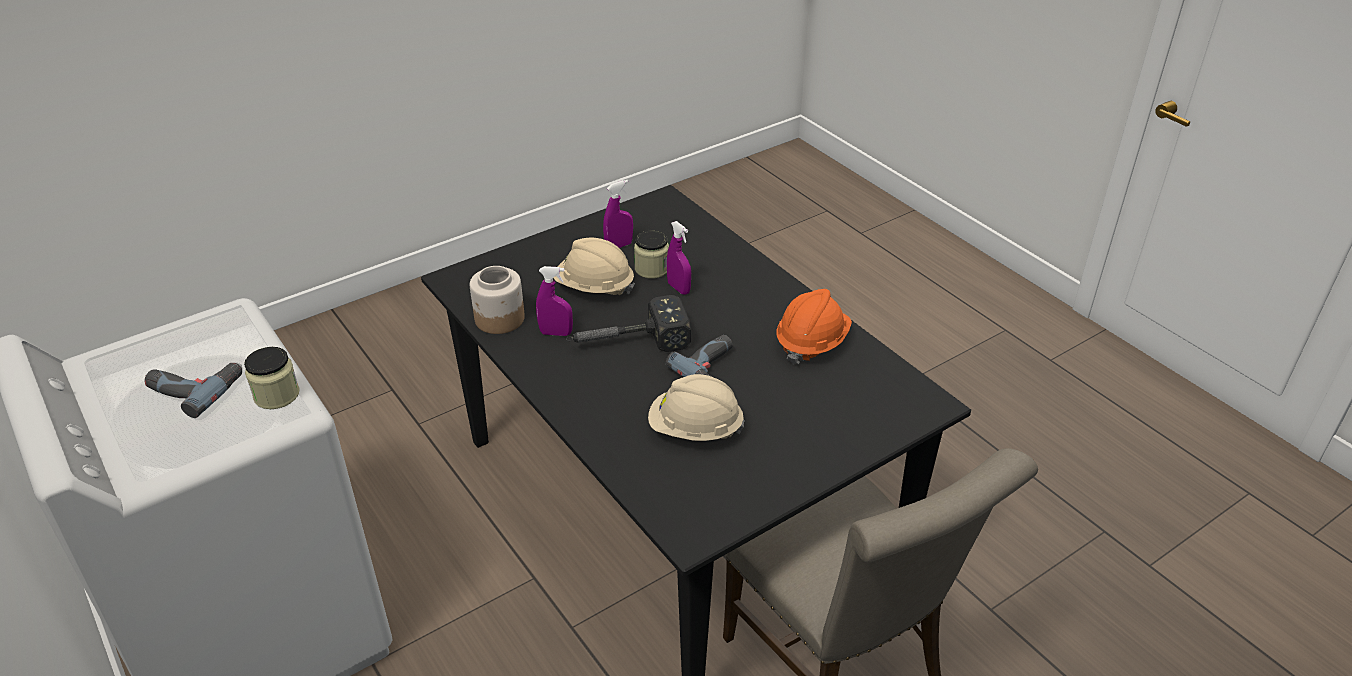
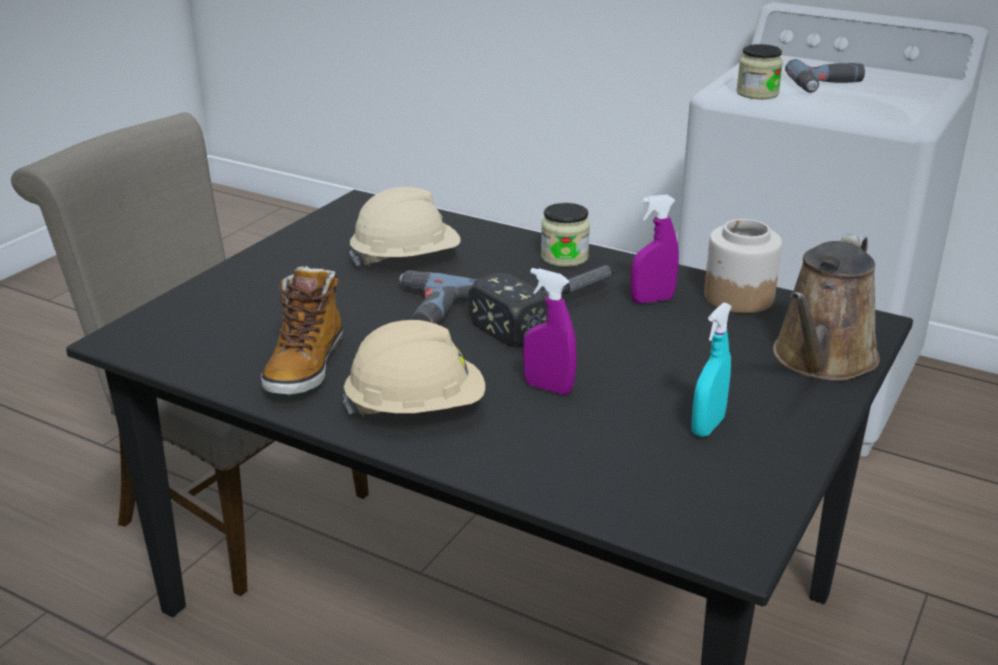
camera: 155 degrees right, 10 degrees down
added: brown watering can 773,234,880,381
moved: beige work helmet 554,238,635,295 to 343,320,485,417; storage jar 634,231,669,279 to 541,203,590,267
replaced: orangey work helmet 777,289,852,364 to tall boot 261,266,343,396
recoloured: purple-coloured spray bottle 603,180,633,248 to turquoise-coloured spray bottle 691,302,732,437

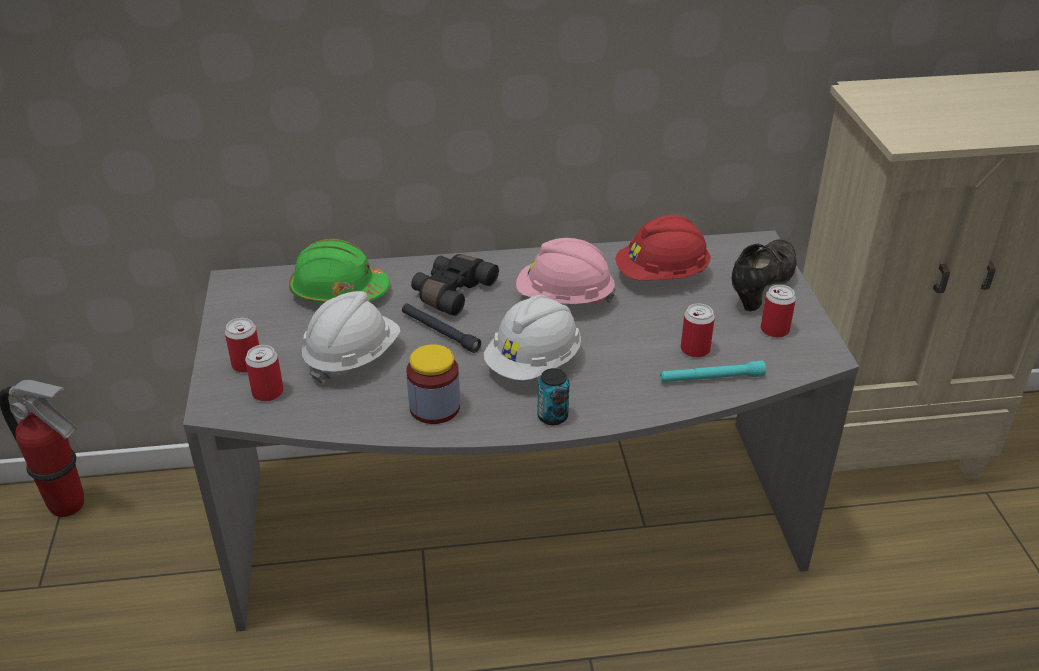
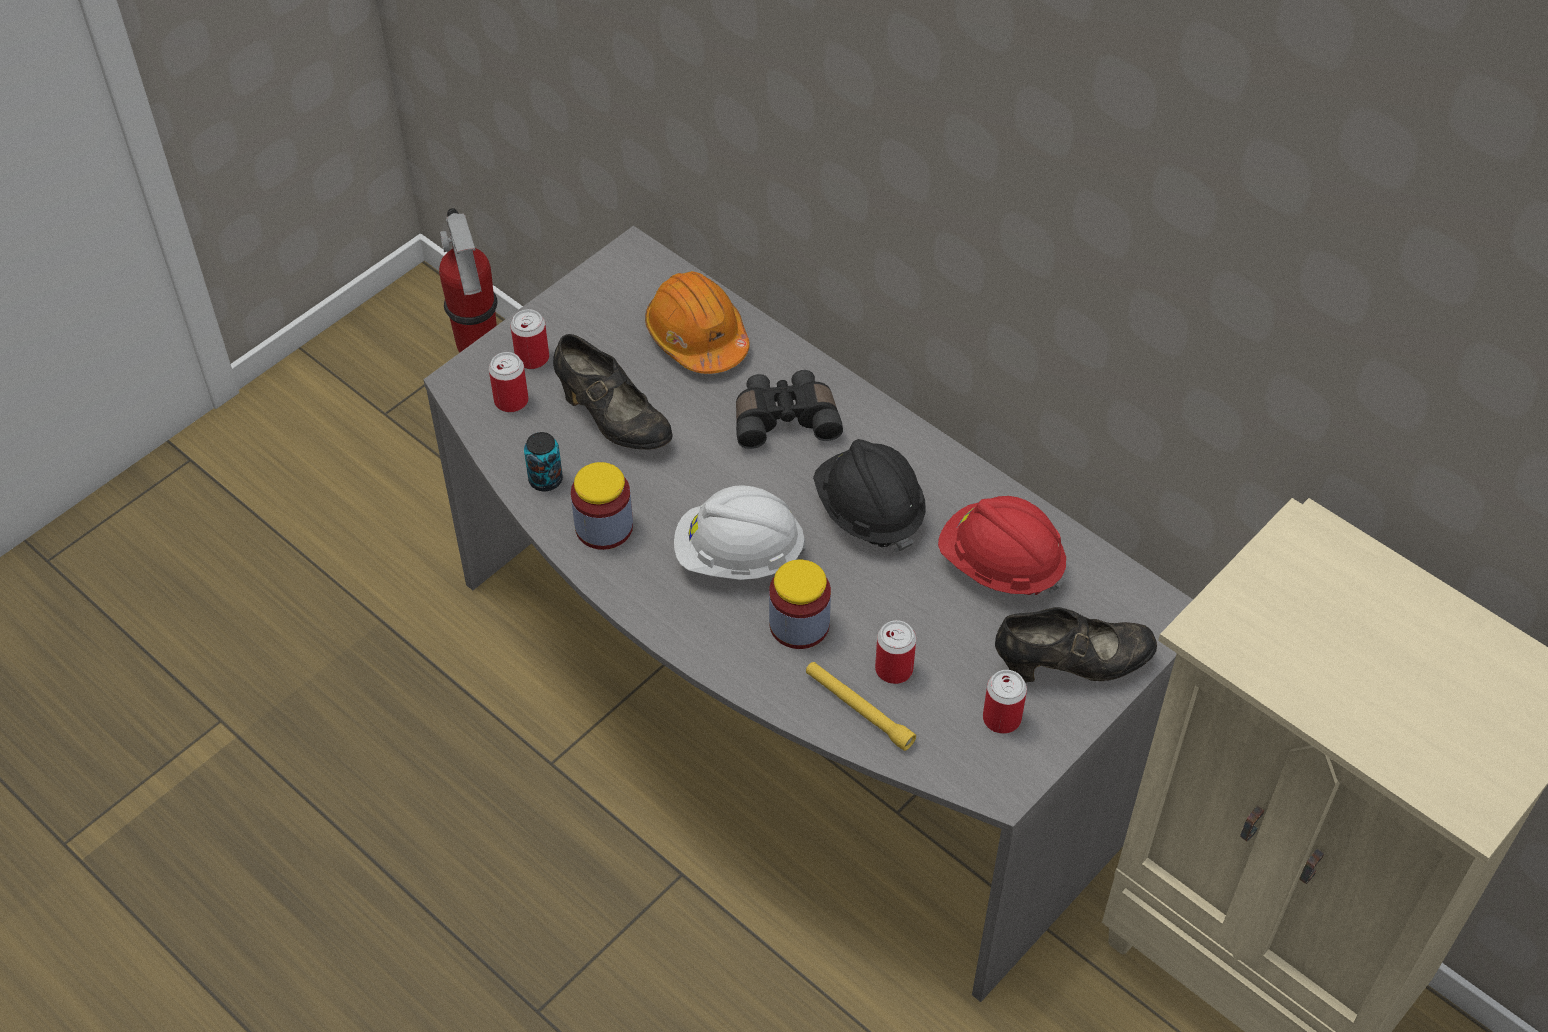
camera: 50 degrees right, 15 degrees up
removed: black-coloured flashlight 402,303,481,353
added: storage jar 769,560,831,649
moved: can 537,368,569,425 to 524,432,563,491
replaced: white-coloured work helmet 302,291,400,384 to black-coloured low shoe 553,334,672,450
recoloured: green-coloured work helmet 289,239,390,303 to orangey work helmet 645,271,750,374; pinkish work helmet 516,238,616,305 to black-coloured work helmet 813,439,926,552; turquoise-coloured flashlight 660,361,766,382 to yellow-coloured flashlight 806,662,916,751

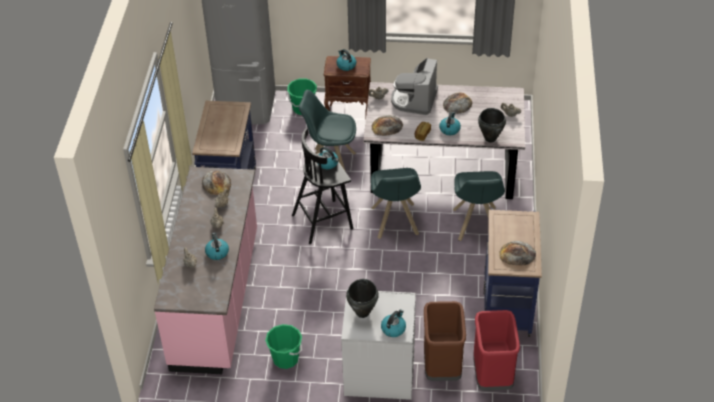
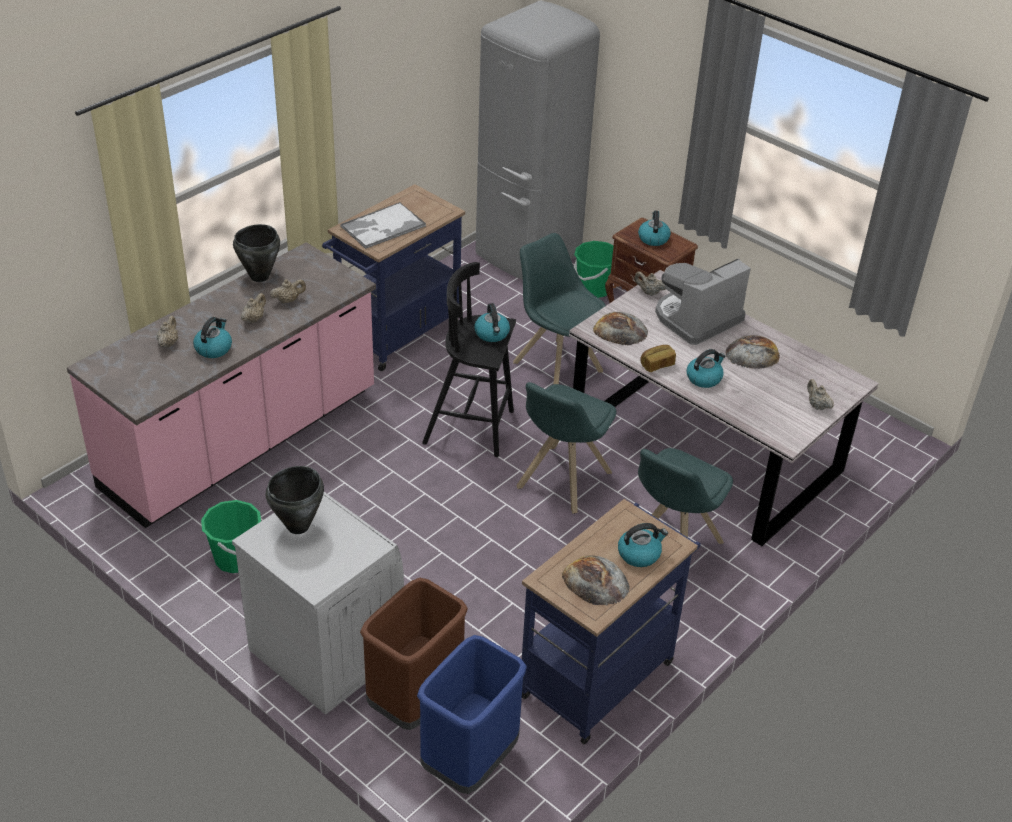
camera: 35 degrees right, 5 degrees down
removed: baked bread 202,171,231,195
added: tray 341,202,426,249
moved: water kettle 381,309,406,337 to 618,523,668,567; black-coloured cooking pot 478,108,506,143 to 233,224,280,282
recoloured: red trash can 473,310,520,391 to blue-coloured trash can 417,635,527,794

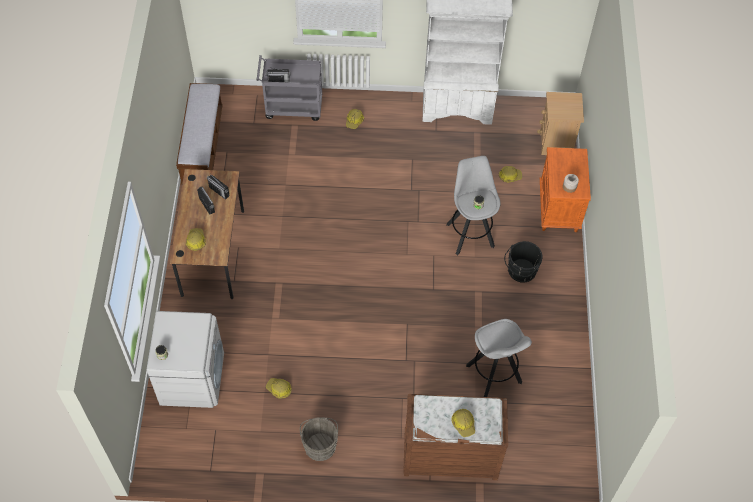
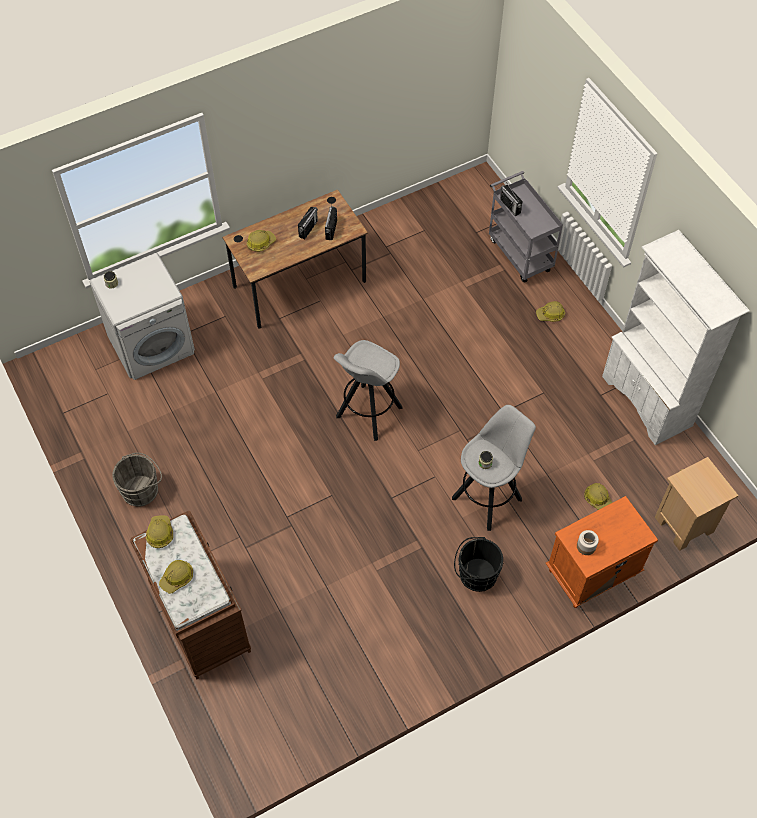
camera: 60 degrees right, 0 degrees up
removed: bench 176,83,223,184
moved: work helmet 266,378,292,399 to 146,515,173,548; gray stool 466,319,532,397 to 334,340,403,441

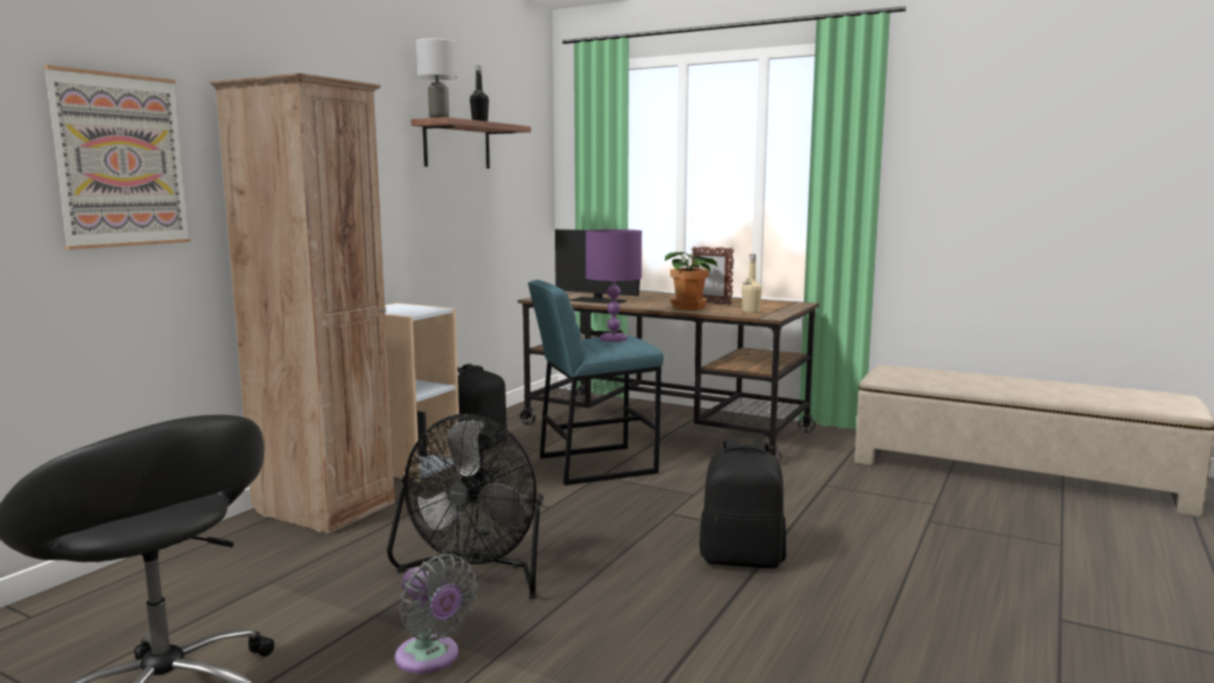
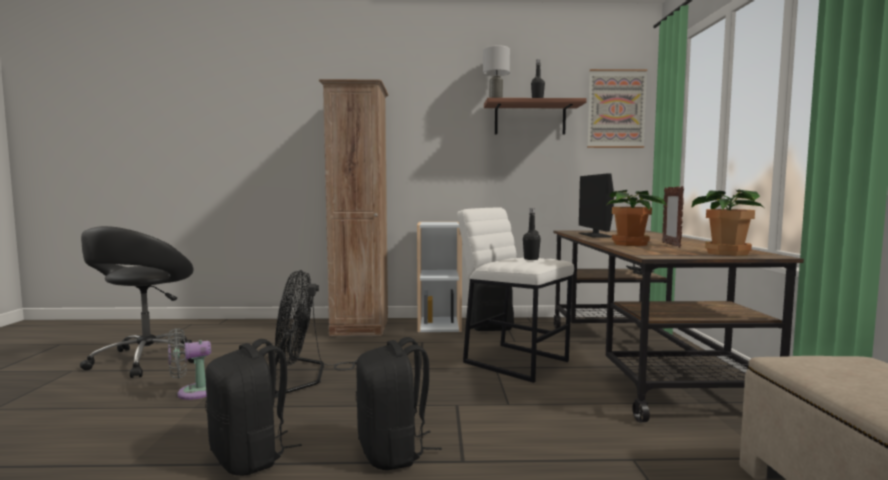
camera: 60 degrees right, 5 degrees down
removed: beige drink bottle 742,254,762,313
added: black-coloured backpack 205,339,302,476; plant in a pot 691,190,764,256
moved: picture 43,65,191,250 to 587,69,647,148
replaced: purple-coloured tabletop lamp 586,229,642,342 to black-coloured drink bottle 523,208,541,260
recoloured: blue-coloured stool 528,280,664,485 to white-coloured stool 457,207,574,383
turned: gray fan 395,554,478,673 = 168,328,211,400 45 degrees clockwise

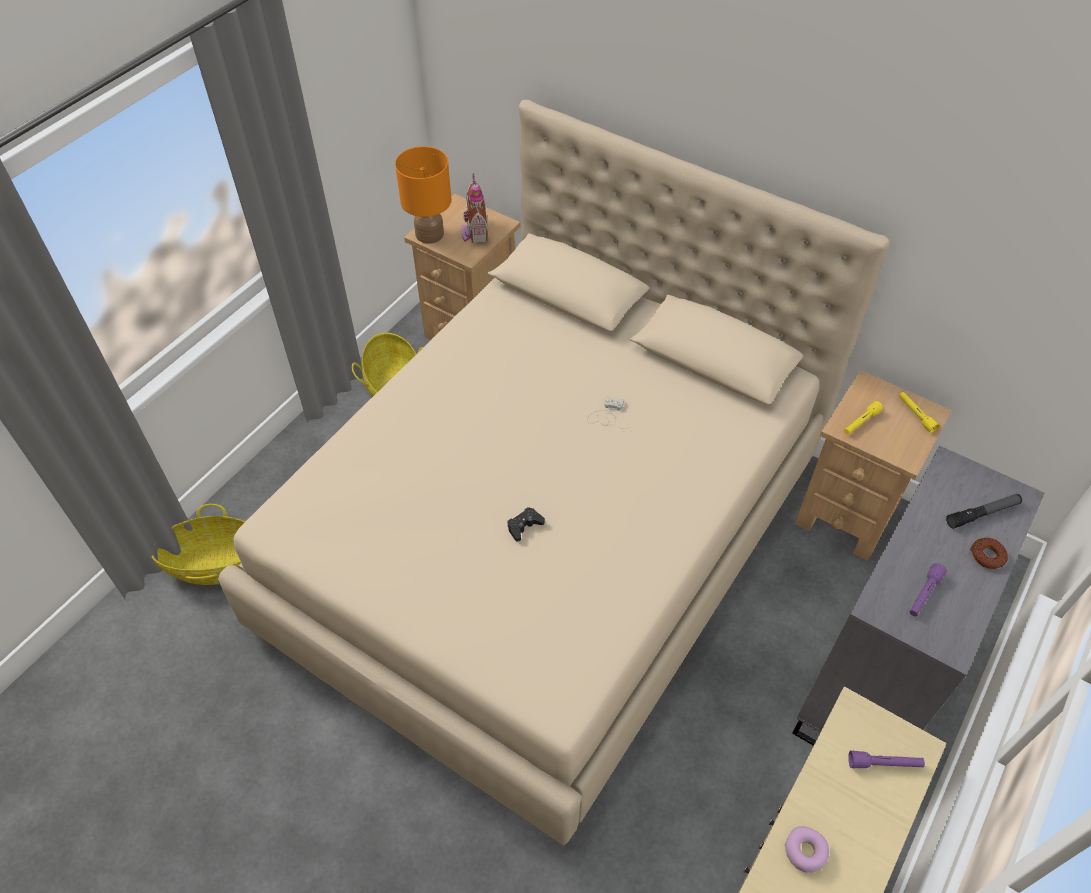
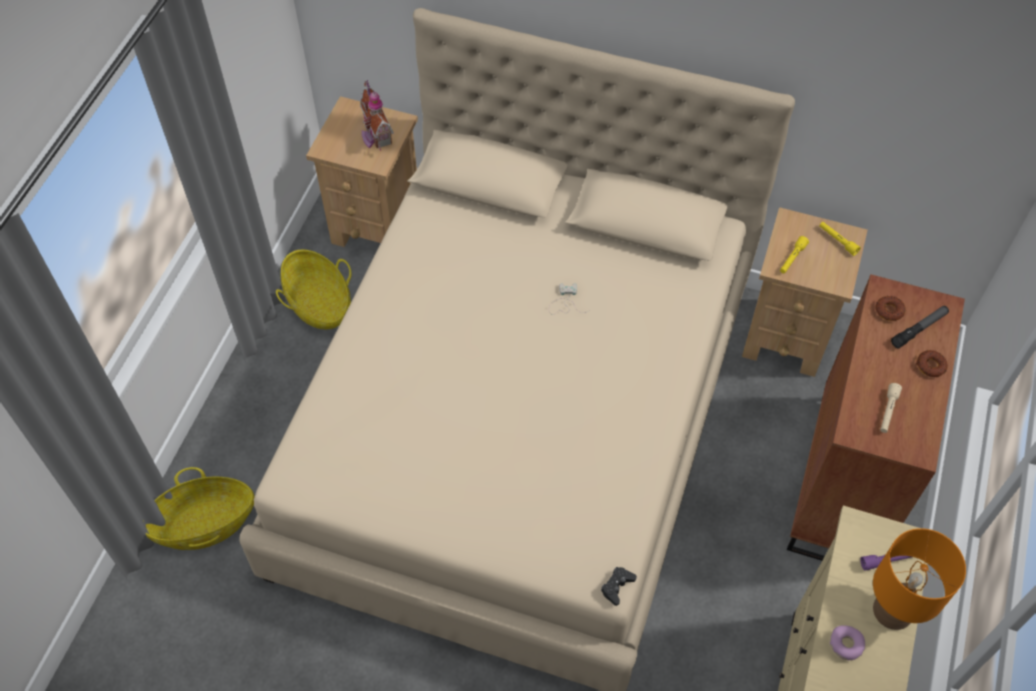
camera: 15 degrees left, 5 degrees up
added: ring doughnut 875,296,906,321
moved: orangey tabletop lamp 395,146,452,244 to 873,528,966,630; black-coloured game controller 508,507,545,542 to 601,567,637,606
recoloured: gray dresser 792,446,1045,746 to brown dresser 787,274,965,561; purple-coloured flashlight 910,563,947,616 to beige flashlight 880,383,902,433

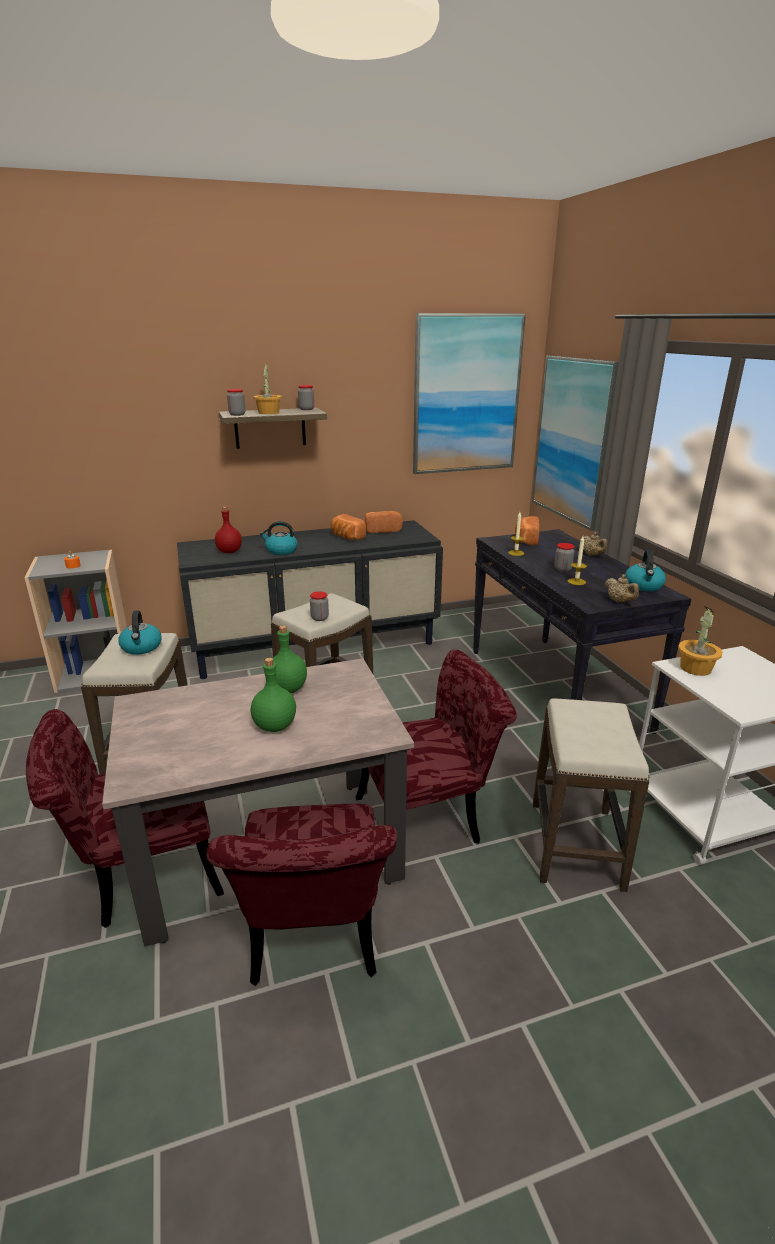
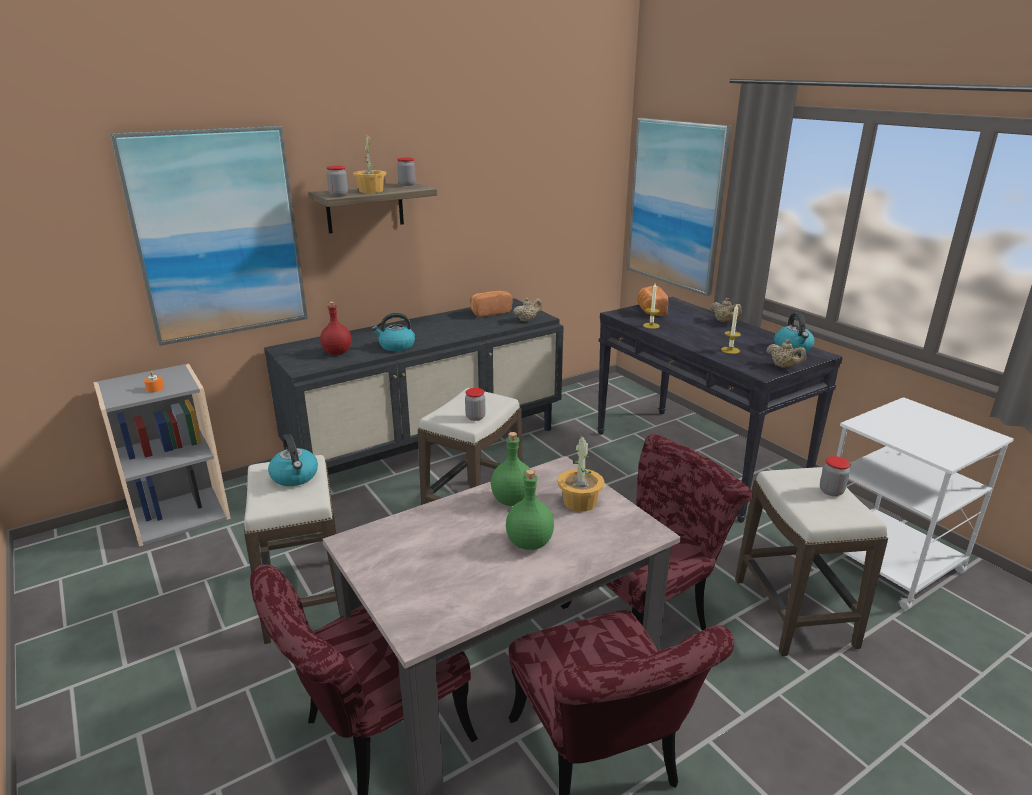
camera: 15 degrees left, 0 degrees up
removed: baked bread 331,514,366,540
added: beige teapot 513,298,542,322
moved: picture 413,313,526,474 to 110,125,308,346; storage jar 554,543,574,572 to 820,456,850,496; plant in a pot 678,606,723,676 to 558,433,605,512

